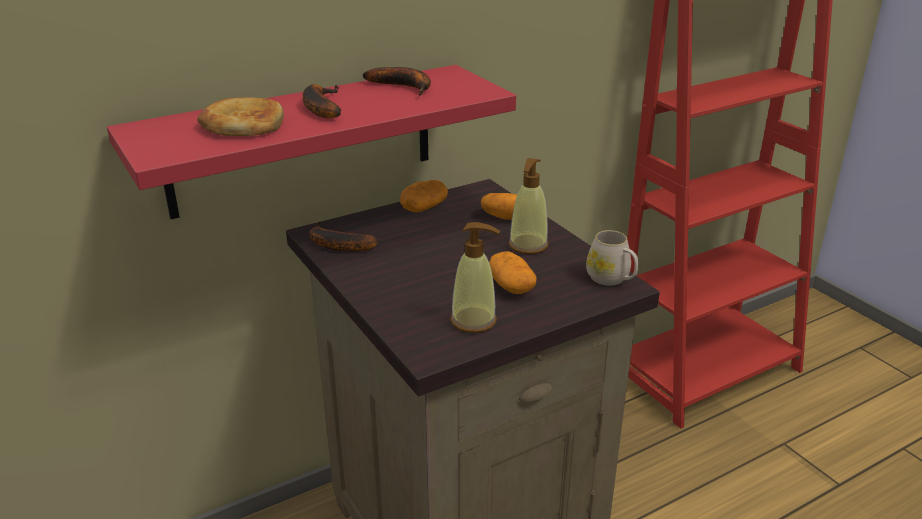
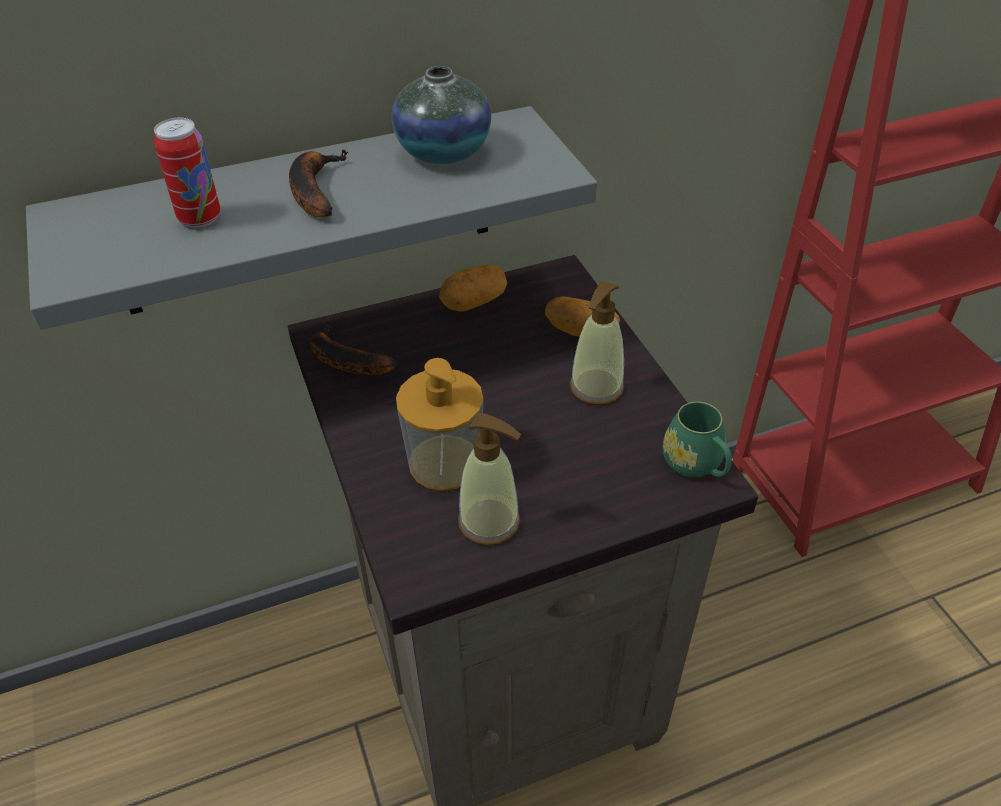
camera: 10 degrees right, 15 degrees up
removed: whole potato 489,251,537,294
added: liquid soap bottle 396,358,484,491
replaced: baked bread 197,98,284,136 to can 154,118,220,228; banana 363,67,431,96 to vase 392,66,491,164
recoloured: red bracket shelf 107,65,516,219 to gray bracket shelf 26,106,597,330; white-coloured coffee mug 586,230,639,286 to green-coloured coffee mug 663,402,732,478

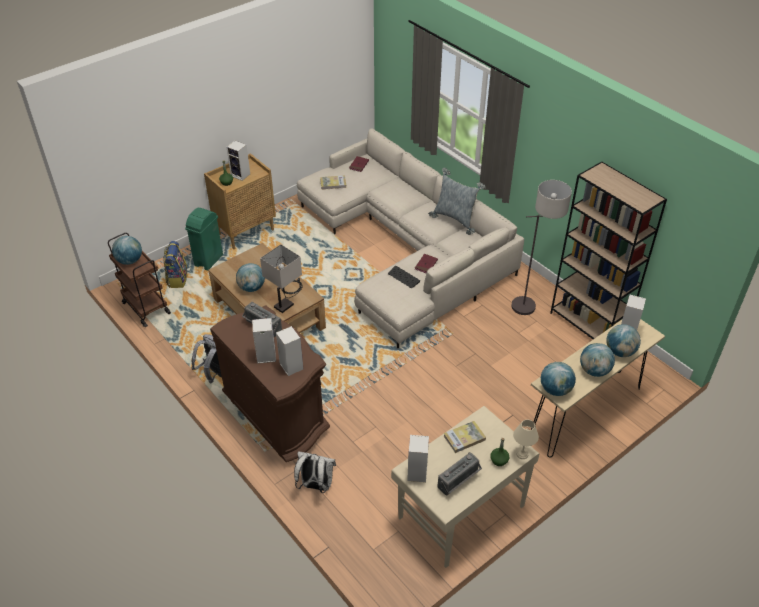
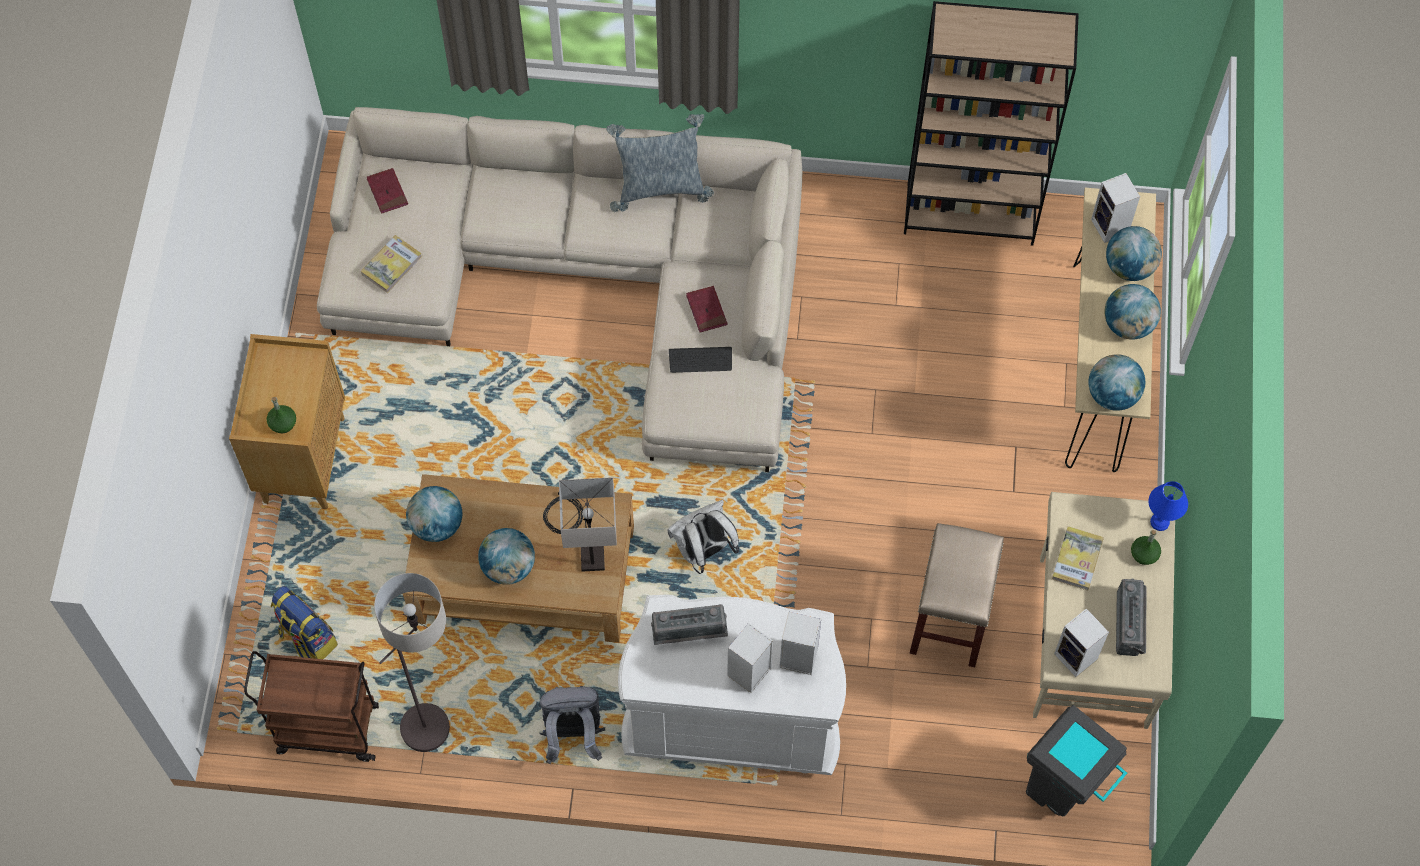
camera: 45 degrees left, 20 degrees up
removed: green-coloured trash can 185,208,223,271; loudspeaker 227,141,250,181
added: beige stool 910,523,1004,667; gray trash can 1026,705,1127,816
moved: world globe 112,236,142,265 to 406,486,462,542; white-coloured backpack 294,452,336,493 to 667,499,739,574; gray standard lamp 511,180,572,315 to 374,573,450,752
recoloured: brown dresser 210,306,330,462 to white-coloured dresser 618,595,846,775; beige tabletop lamp 513,419,539,459 to blue-coloured tabletop lamp 1149,481,1188,531

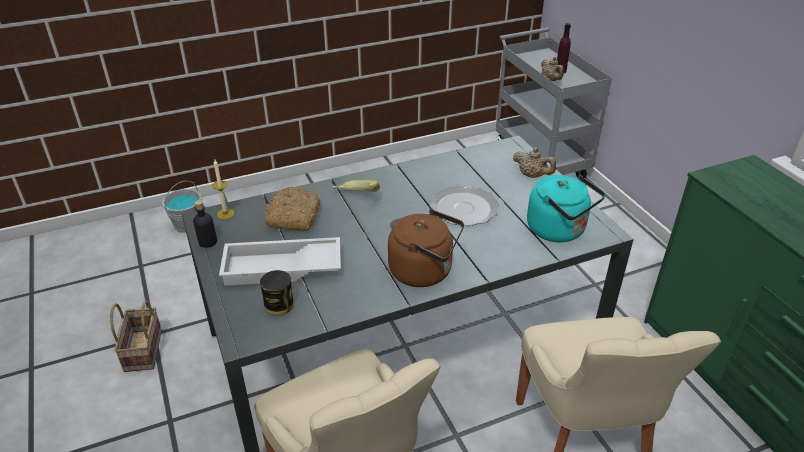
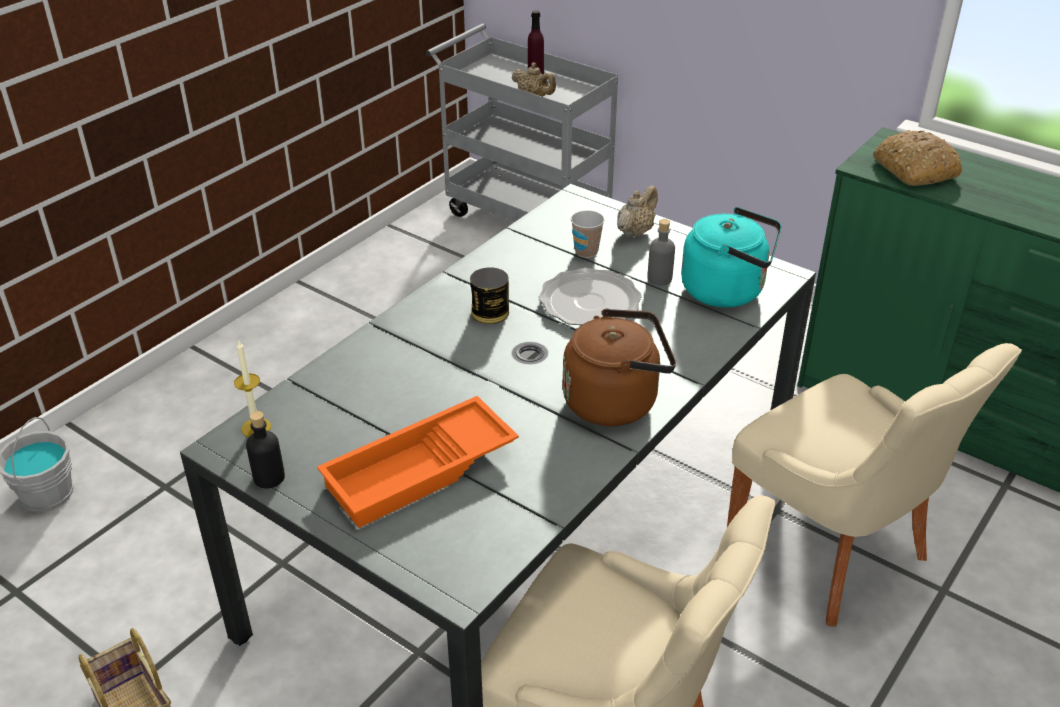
camera: 30 degrees left, 0 degrees up
removed: banana 332,180,380,192
added: cup 571,210,605,258; gray drink bottle 647,219,675,285
moved: can 260,270,294,315 to 470,267,509,324; baked bread 265,187,320,231 to 873,130,963,186
recoloured: white-coloured tray 219,237,341,286 to orangey tray 317,396,519,528
turned: beige teapot 513,147,556,178 = 617,185,658,238 60 degrees counterclockwise

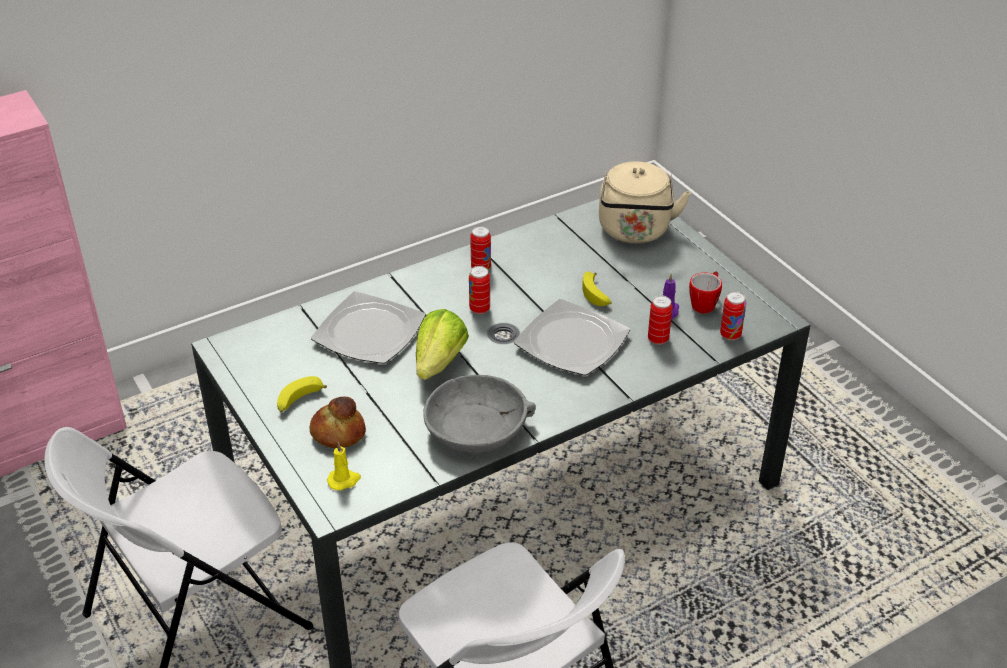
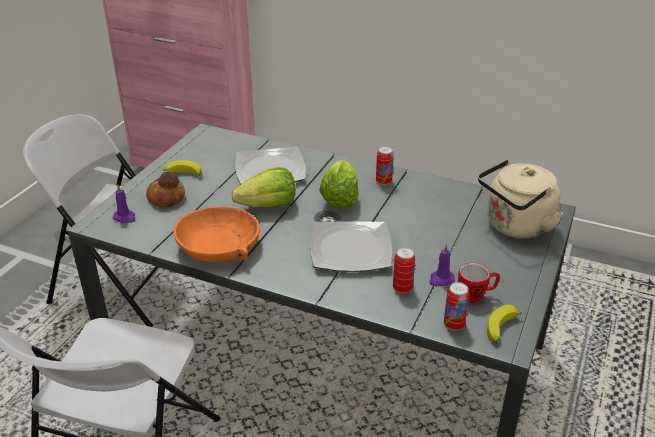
camera: 55 degrees right, 5 degrees down
moved: banana 582,271,612,306 to 487,305,522,342
replaced: can 469,266,490,314 to lettuce 319,160,359,208
recoloured: yellow-coloured wax candle 327,442,361,491 to purple-coloured wax candle 113,185,135,223; gray bowl 423,375,536,453 to orangey bowl 173,207,260,262

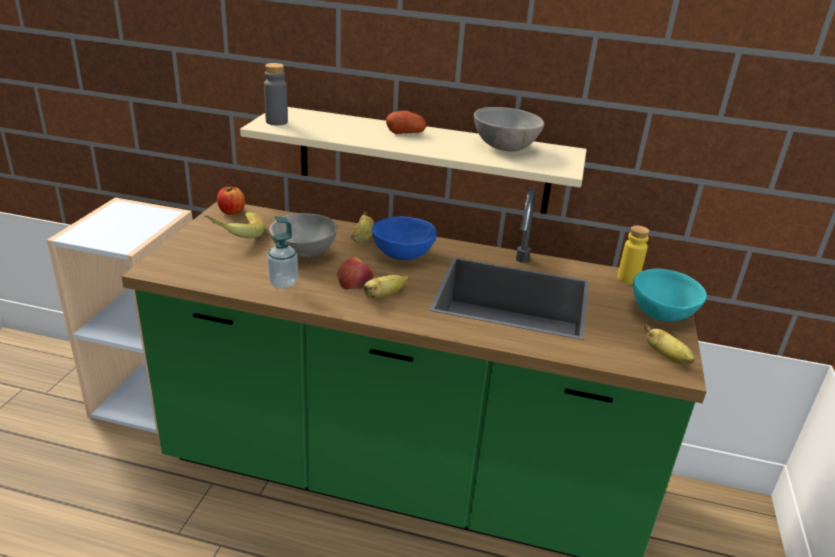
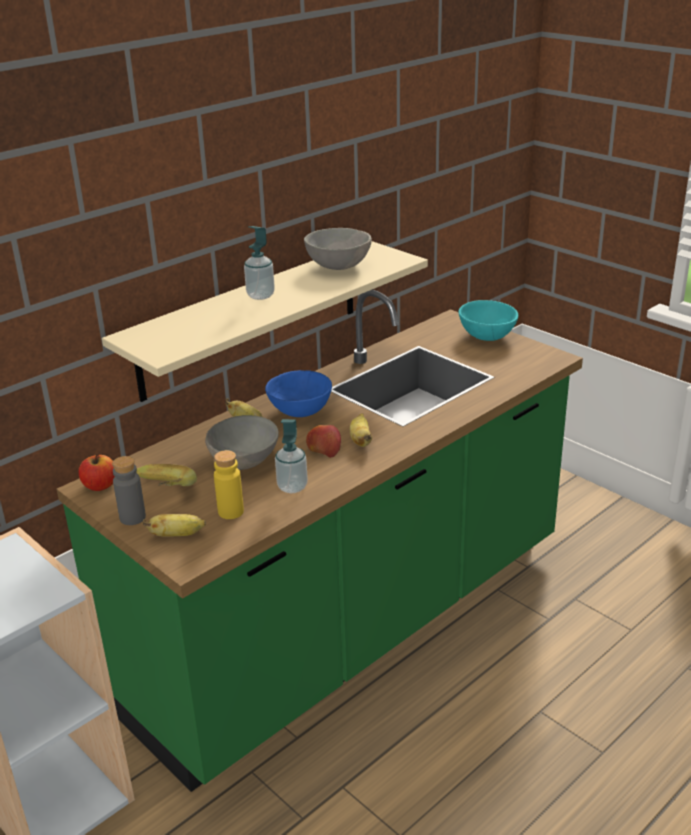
camera: 55 degrees left, 0 degrees up
moved: gray drink bottle 264,63,288,125 to 112,456,146,525; yellow-coloured drink bottle 617,225,649,284 to 214,450,244,519; banana 644,325,695,365 to 143,514,206,537
replaced: whole potato 386,111,427,134 to liquid soap bottle 244,226,275,300

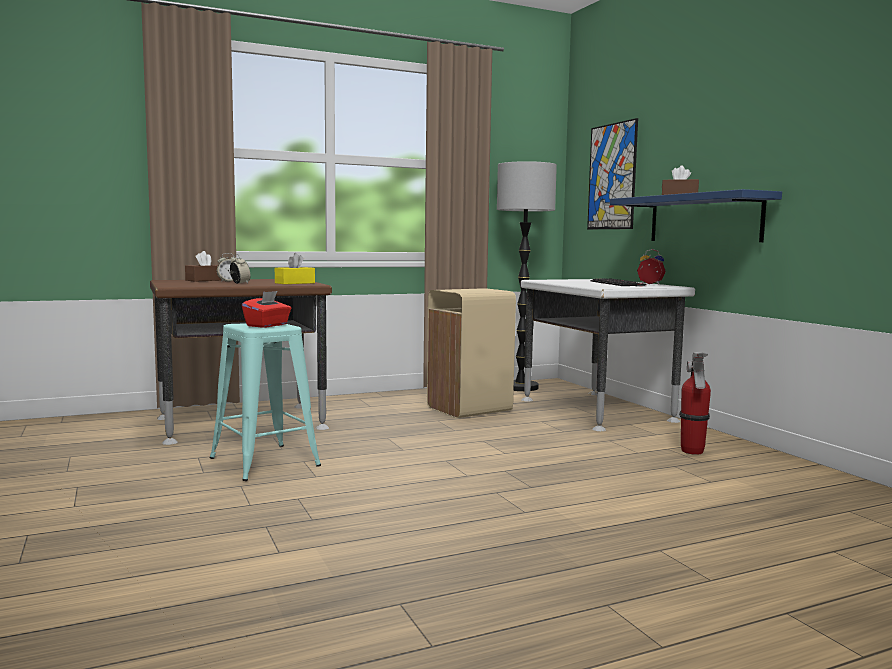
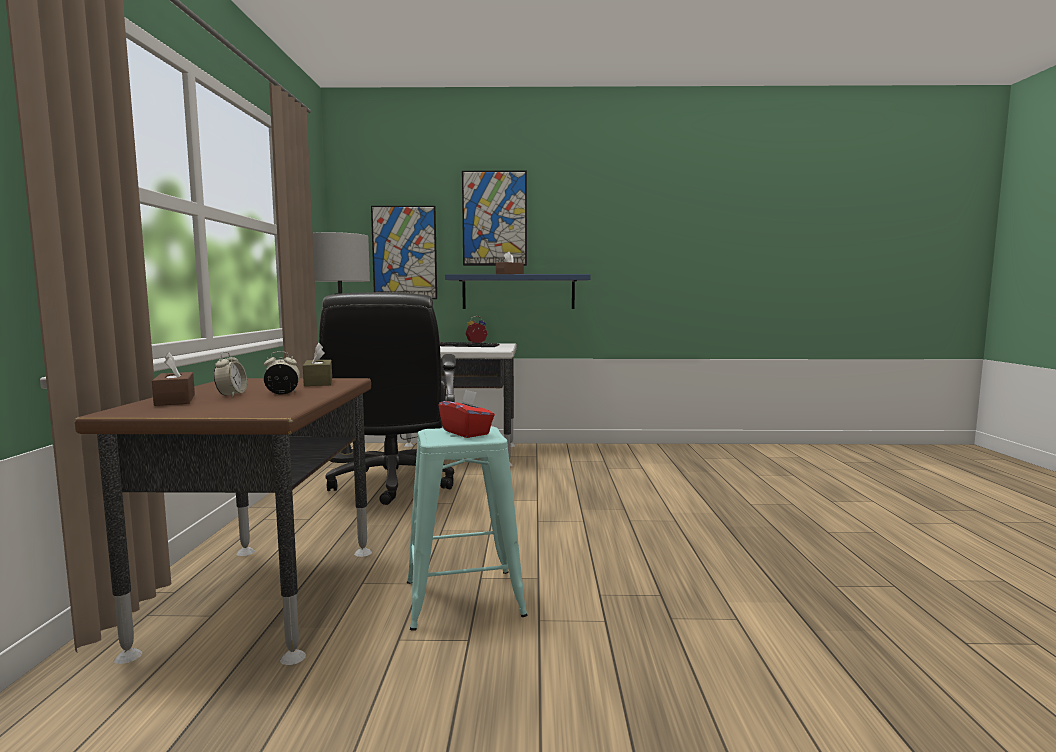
camera: 65 degrees left, 0 degrees up
removed: fire extinguisher 679,352,711,455
added: picture 462,171,527,266
replaced: beige trash can 427,288,516,418 to black-coloured computer chair 318,292,456,505
recoloured: yellow-coloured tissue box 275,253,315,284 to brown tissue box 303,343,332,386

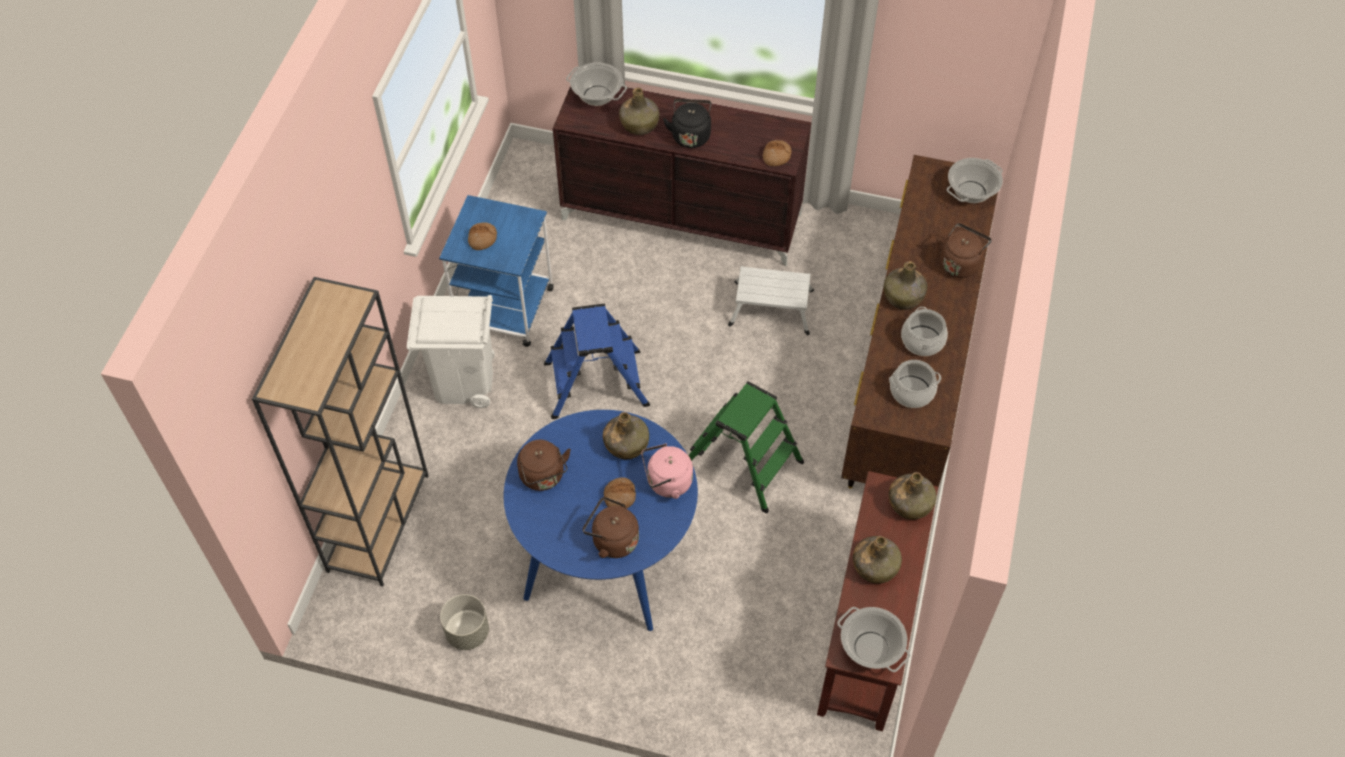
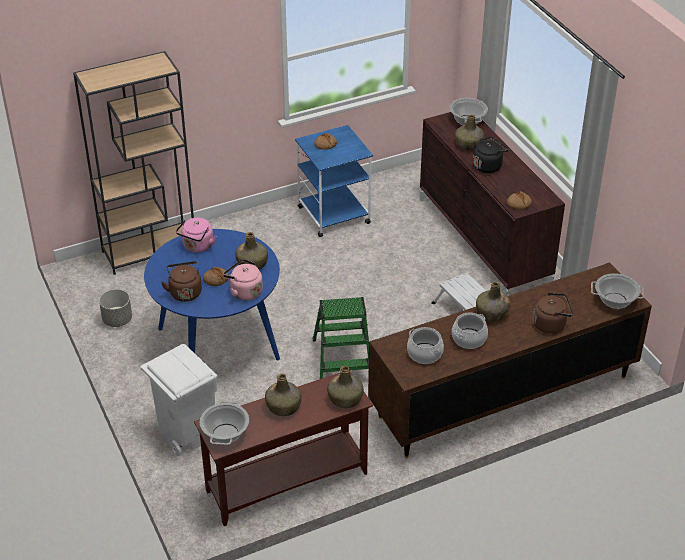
camera: 50 degrees right, 15 degrees down
removed: blue-coloured step ladder 544,303,650,419
moved: white-coloured trash can 407,295,495,408 to 140,344,218,456
recoloured: brown water kettle 517,440,571,491 to pinkish water kettle 176,218,217,253

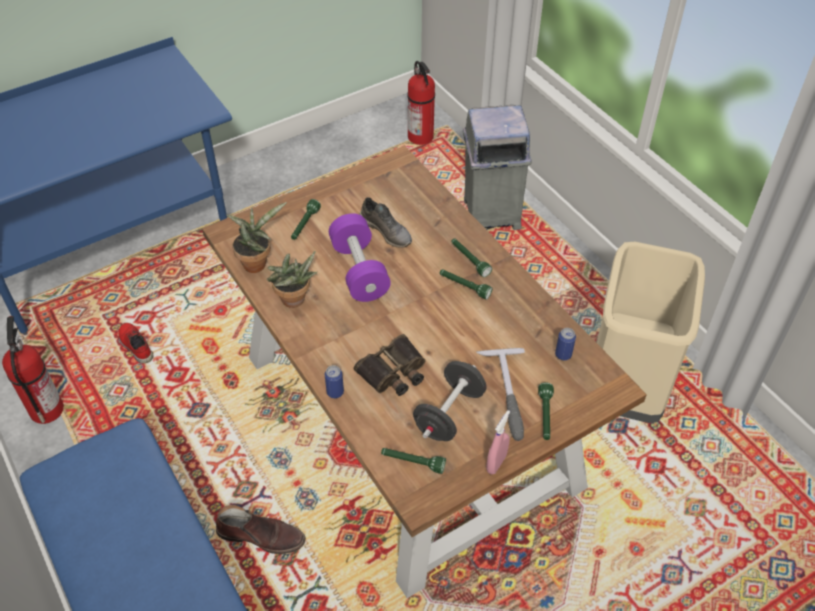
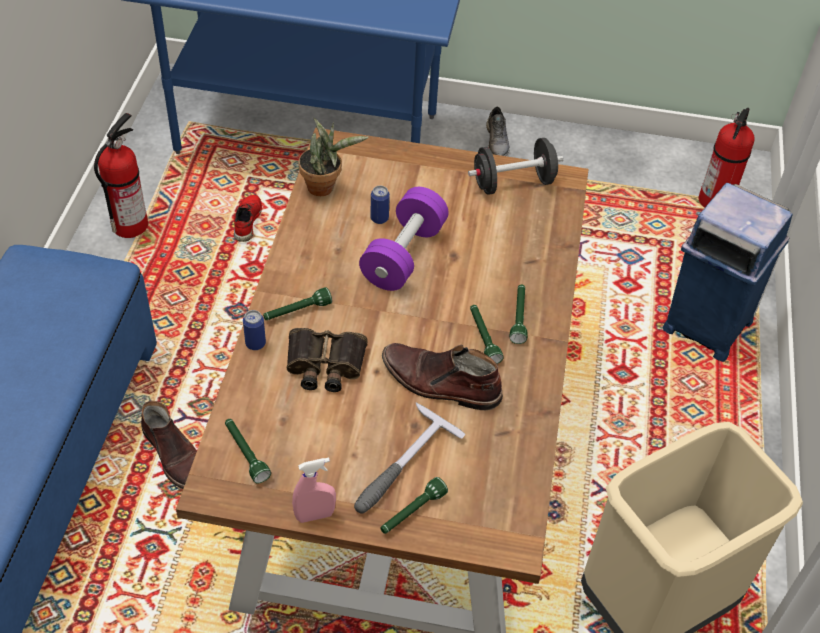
camera: 40 degrees right, 0 degrees up
removed: plant in a pot 267,251,317,308
added: brown tall boot 382,343,503,410
moved: green-coloured flashlight 291,199,321,240 to 263,287,332,320; gray low shoe 360,197,412,248 to 486,107,510,156; black-coloured dumbbell 413,361,487,441 to 468,138,563,195; can 555,328,576,360 to 370,186,390,224
recoloured: gray trash can 463,105,532,230 to blue-coloured trash can 663,183,793,362

